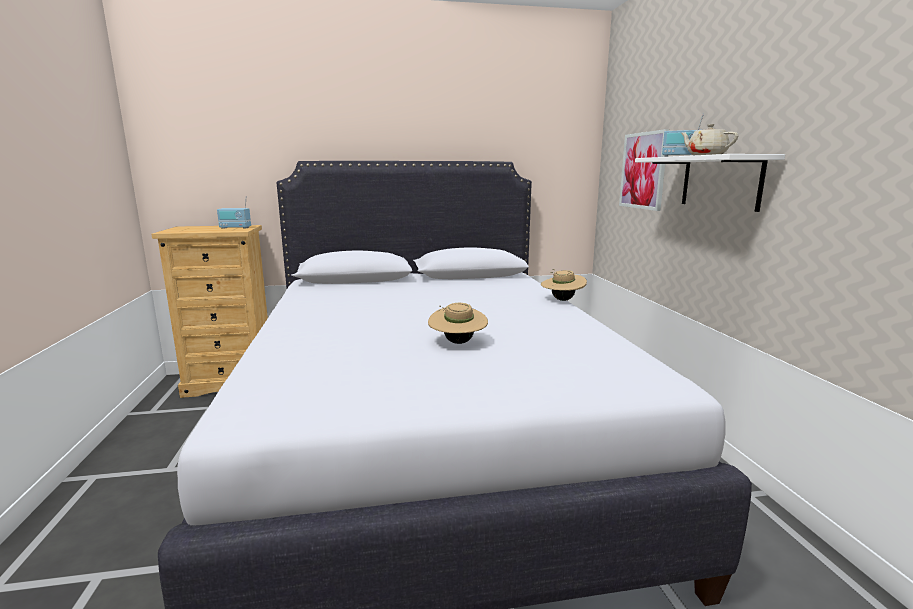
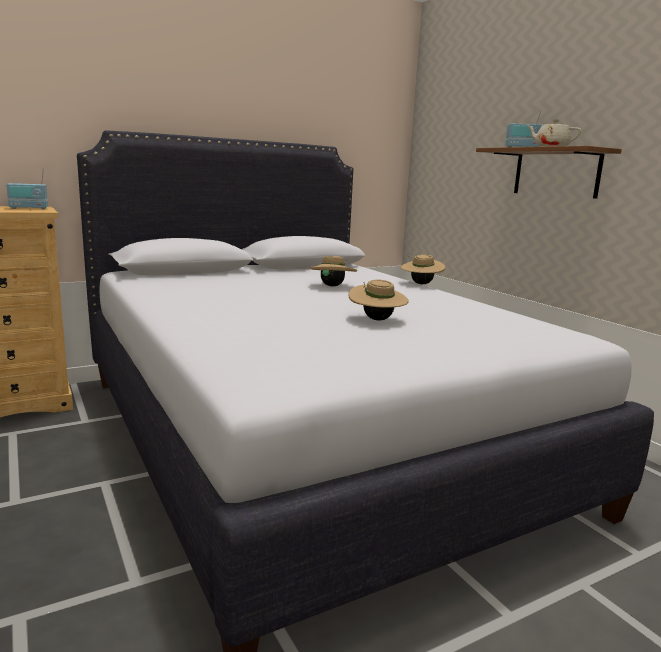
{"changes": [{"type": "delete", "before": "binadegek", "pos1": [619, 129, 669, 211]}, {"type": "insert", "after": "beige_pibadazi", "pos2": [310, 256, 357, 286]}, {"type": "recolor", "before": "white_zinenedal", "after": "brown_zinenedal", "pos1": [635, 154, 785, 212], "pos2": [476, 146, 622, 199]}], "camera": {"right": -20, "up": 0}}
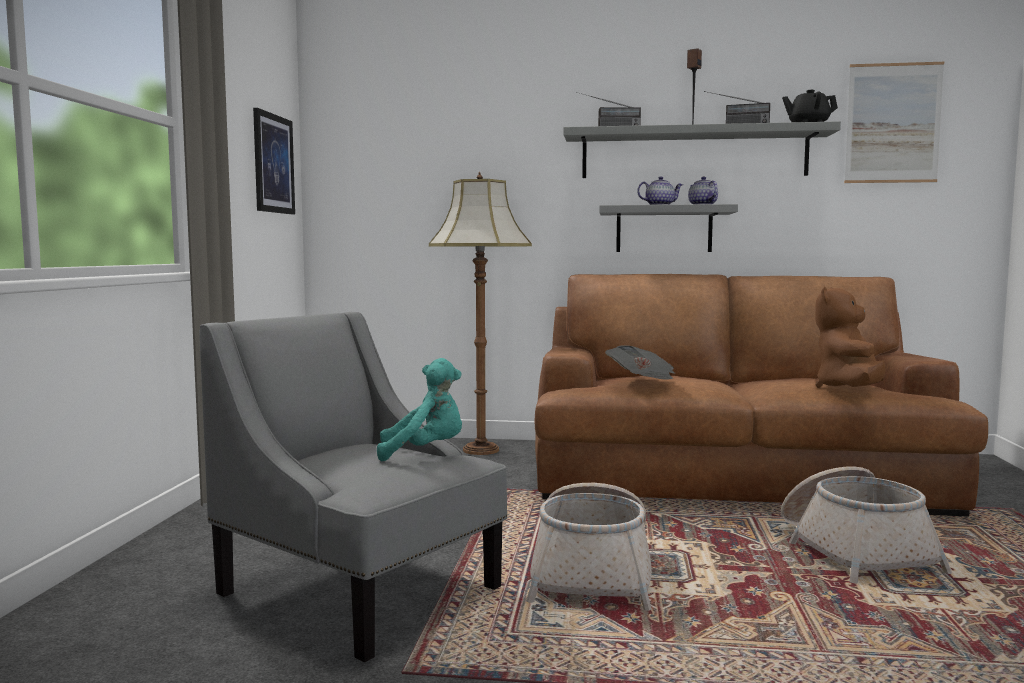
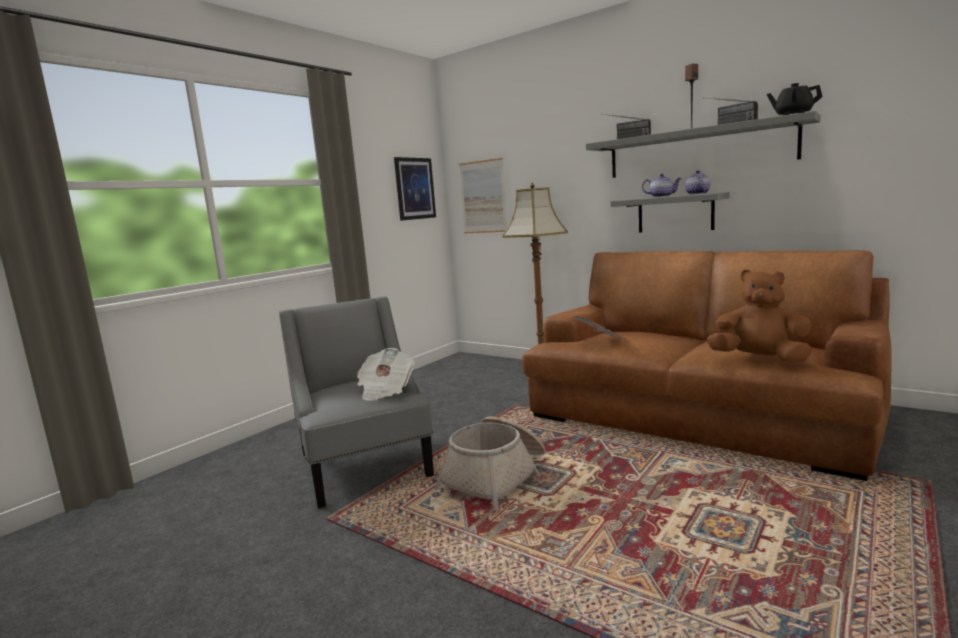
{"changes": [{"type": "delete", "before": "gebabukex", "pos1": [781, 467, 952, 584]}, {"type": "move", "before": "binadegek", "pos1": [844, 62, 944, 183], "pos2": [459, 158, 507, 234]}, {"type": "replace", "before": "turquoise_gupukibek", "after": "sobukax", "pos1": [377, 358, 462, 462], "pos2": [357, 348, 415, 401]}, {"type": "rotate", "before": "brown_gupukibek", "pos1": [815, 287, 886, 388], "pos2": [707, 269, 812, 363], "turn": 60}], "camera": {"right": 30, "up": 5}}
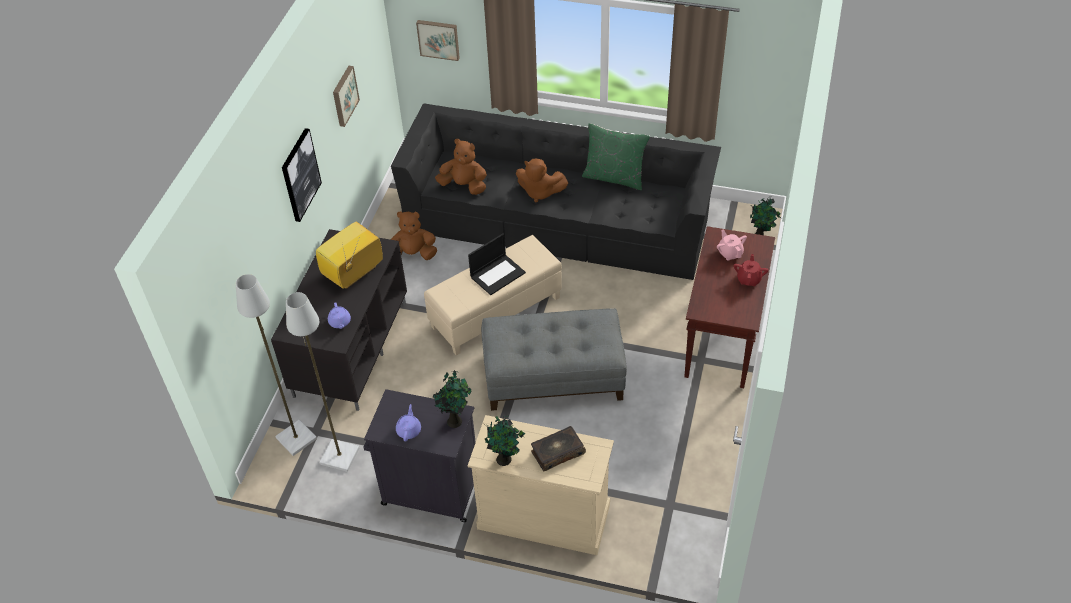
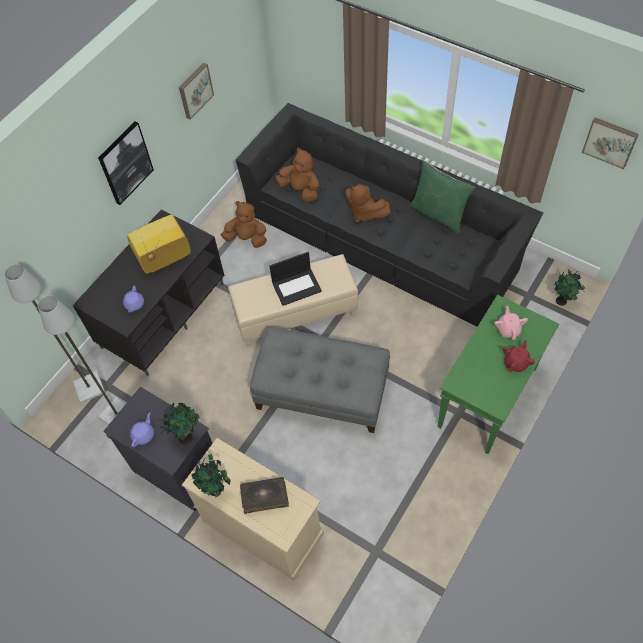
{"changes": [{"type": "move", "before": "binadegek", "pos1": [416, 20, 460, 61], "pos2": [582, 117, 639, 169]}, {"type": "recolor", "before": "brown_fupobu", "after": "green_fupobu", "pos1": [684, 226, 775, 388], "pos2": [438, 295, 559, 454]}], "camera": {"right": 20, "up": 10}}
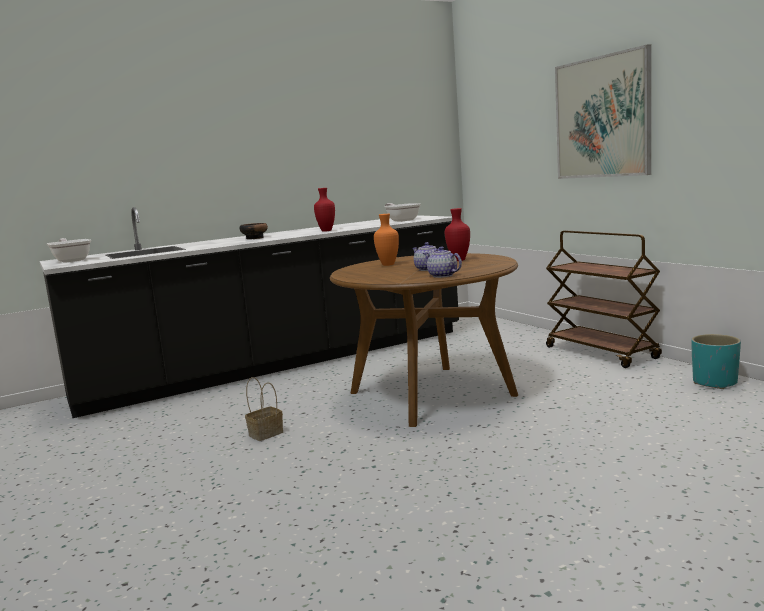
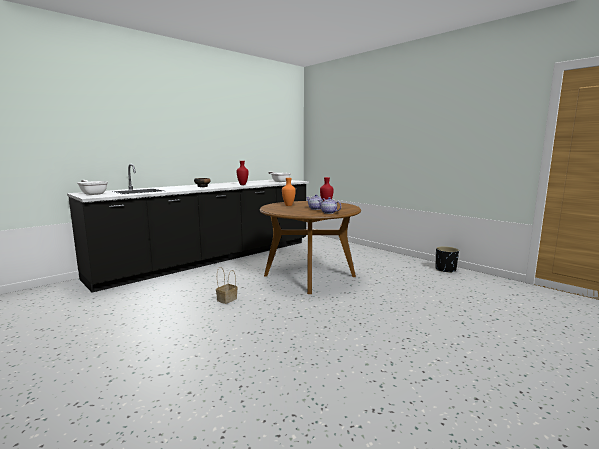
{"changes": [{"type": "delete", "before": "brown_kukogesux", "pos1": [546, 230, 662, 368]}, {"type": "delete", "before": "binadegek", "pos1": [555, 45, 651, 179]}, {"type": "recolor", "before": "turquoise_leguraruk", "after": "black_leguraruk", "pos1": [691, 334, 741, 389], "pos2": [435, 246, 459, 273]}], "camera": {"right": -15, "up": 0}}
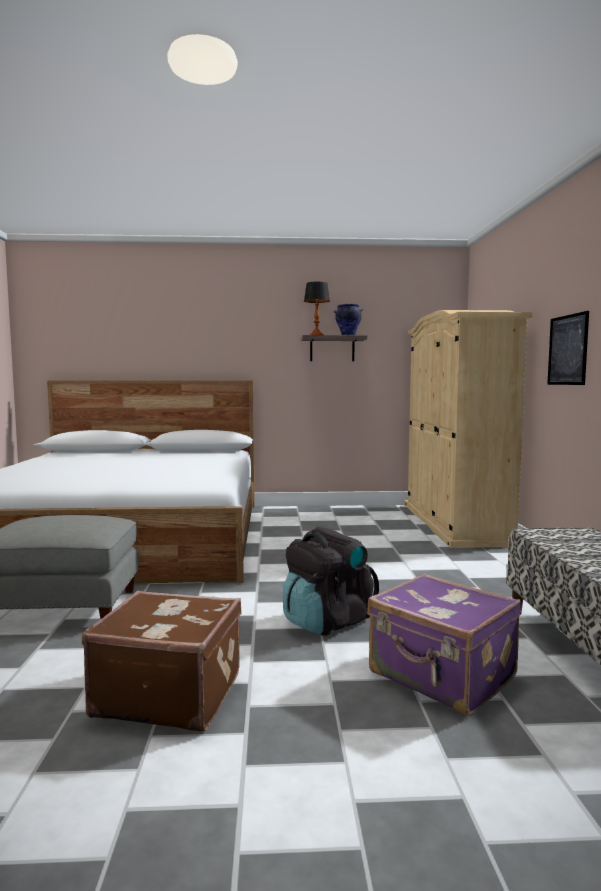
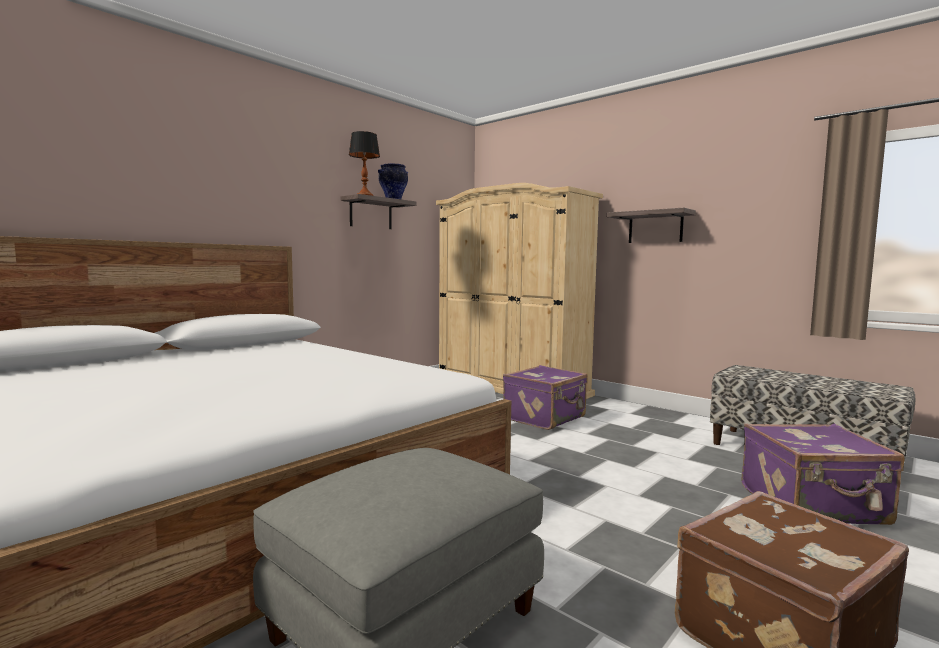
{"changes": [{"type": "delete", "before": "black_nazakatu", "pos1": [283, 527, 379, 636]}, {"type": "insert", "after": "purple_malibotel", "pos2": [503, 365, 588, 430]}, {"type": "replace", "before": "binadegek", "after": "zinenedal", "pos1": [547, 311, 589, 385], "pos2": [607, 208, 696, 243]}], "camera": {"right": -45, "up": 0}}
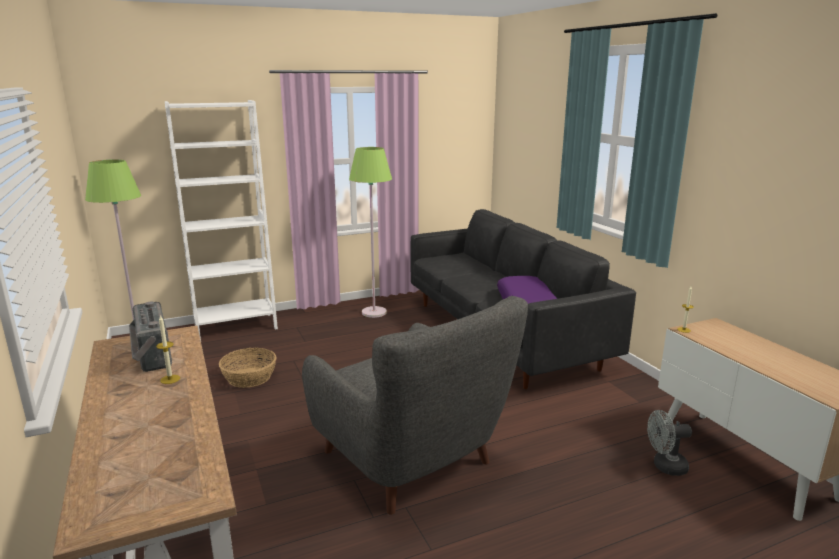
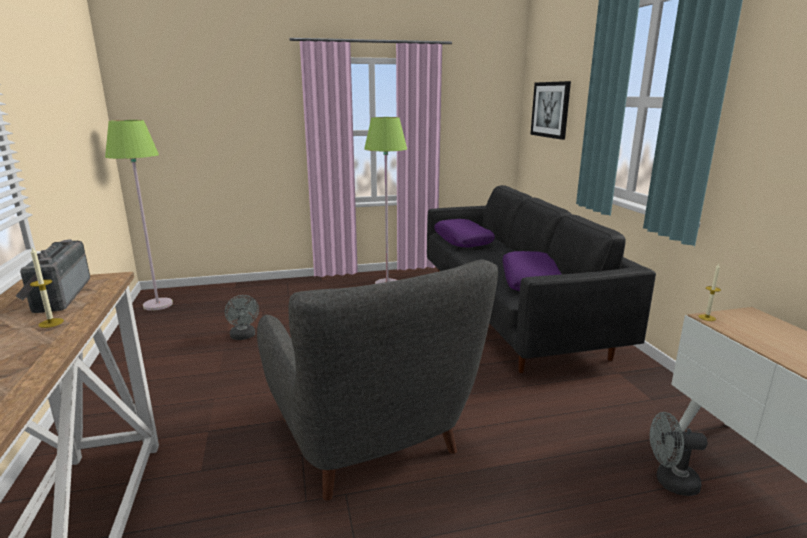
{"changes": [{"type": "delete", "before": "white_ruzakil", "pos1": [165, 100, 278, 340]}, {"type": "insert", "after": "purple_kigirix", "pos2": [434, 219, 495, 247]}, {"type": "insert", "after": "binadegek", "pos2": [530, 81, 571, 140]}, {"type": "replace", "before": "gebabukex", "after": "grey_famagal", "pos1": [219, 348, 276, 388], "pos2": [225, 295, 259, 340]}], "camera": {"right": 10, "up": 0}}
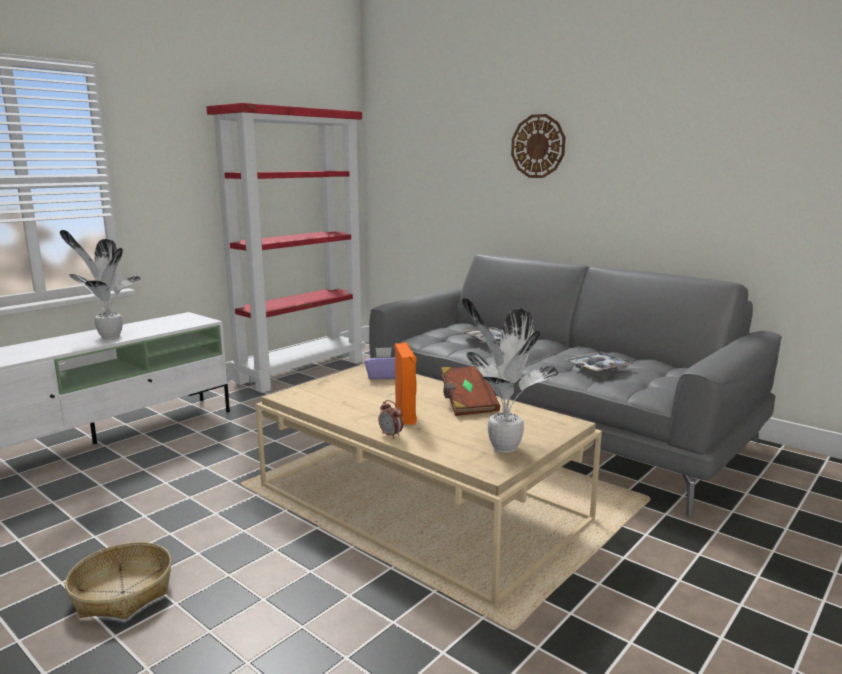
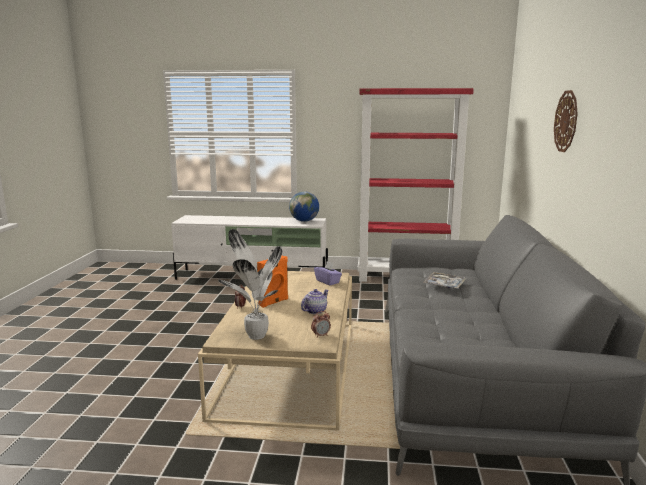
{"changes": [{"type": "delete", "before": "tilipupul", "pos1": [60, 230, 141, 339]}, {"type": "delete", "before": "gebabukex", "pos1": [65, 542, 172, 619]}, {"type": "delete", "before": "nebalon", "pos1": [565, 352, 634, 372]}, {"type": "insert", "after": "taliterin", "pos2": [289, 191, 319, 222]}, {"type": "insert", "after": "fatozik", "pos2": [311, 311, 331, 337]}, {"type": "replace", "before": "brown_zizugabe", "after": "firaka", "pos1": [441, 366, 500, 416], "pos2": [301, 289, 329, 314]}], "camera": {"right": 55, "up": 0}}
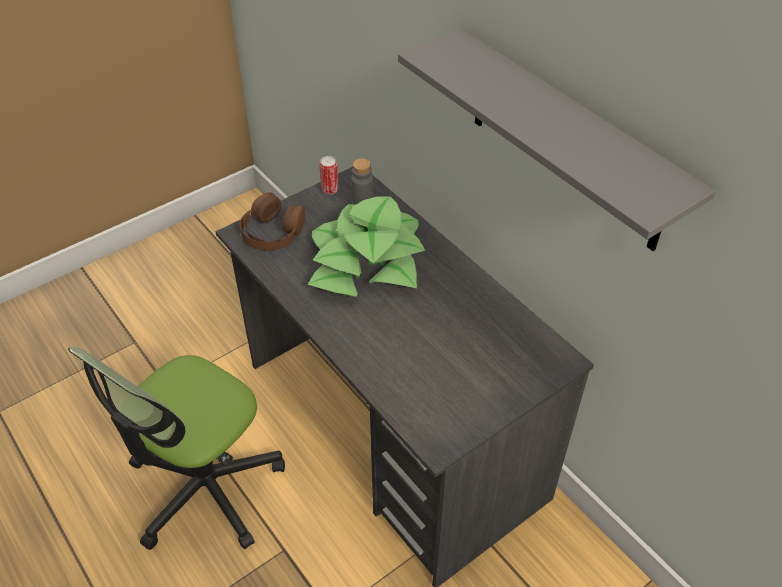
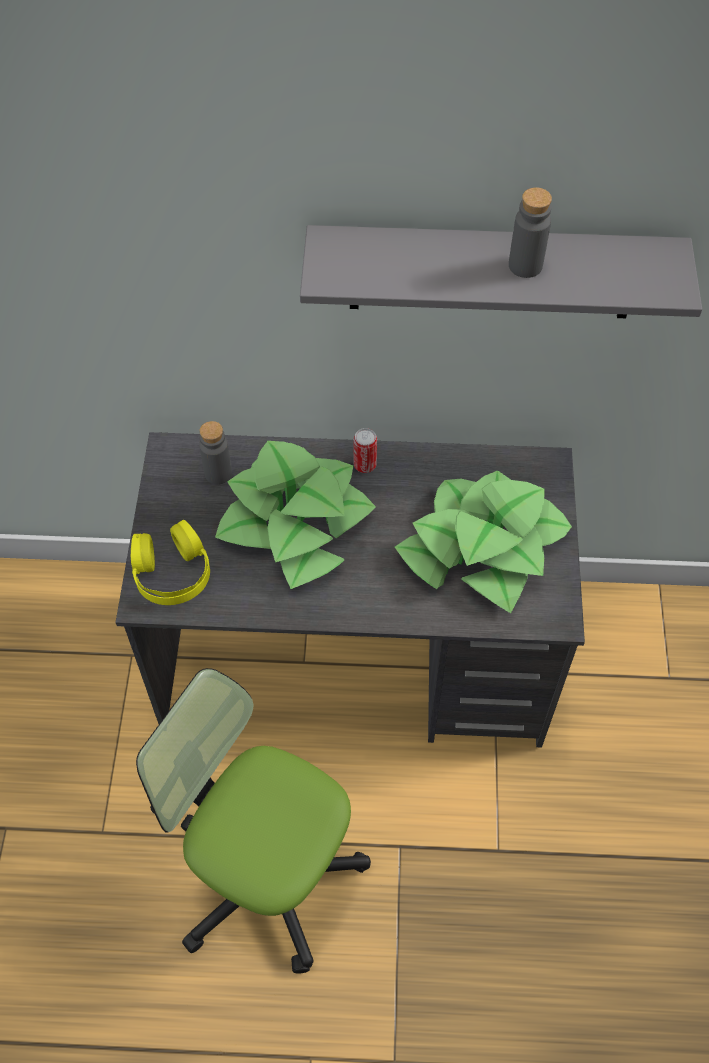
{"changes": [{"type": "insert", "after": "tilipupul", "pos2": [395, 471, 572, 613]}, {"type": "insert", "after": "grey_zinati", "pos2": [509, 187, 552, 278]}, {"type": "move", "before": "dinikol", "pos1": [319, 156, 339, 194], "pos2": [354, 428, 377, 473]}, {"type": "recolor", "before": "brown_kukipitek", "after": "yellow_kukipitek", "pos1": [240, 192, 305, 251], "pos2": [131, 520, 210, 605]}, {"type": "rotate", "before": "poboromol", "pos1": [68, 346, 285, 550], "pos2": [136, 668, 371, 974], "turn": 135}], "camera": {"right": -50, "up": 10}}
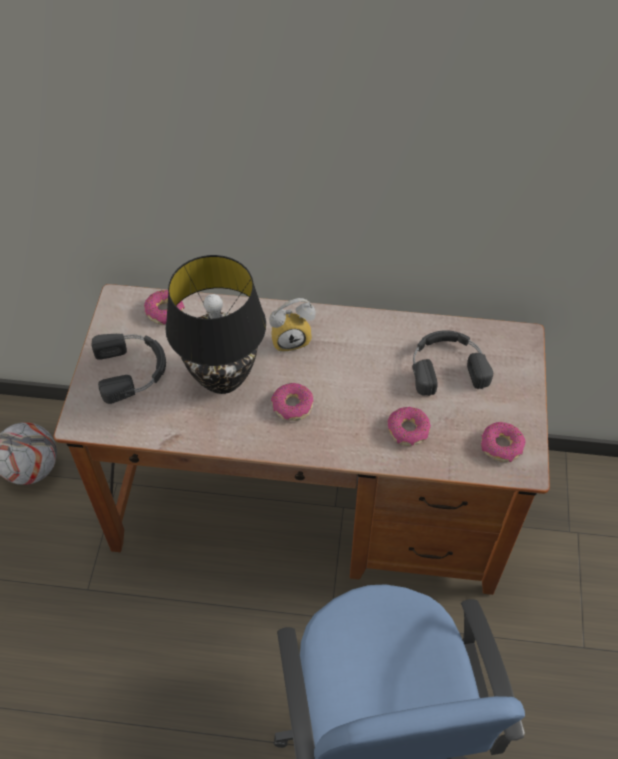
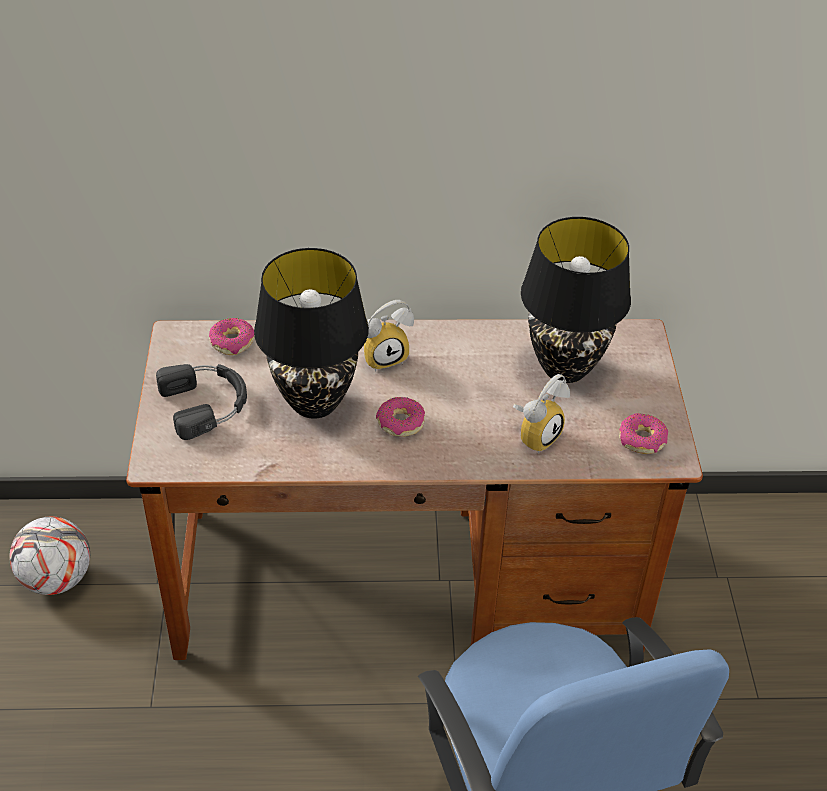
{"changes": [{"type": "replace", "before": "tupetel", "after": "fatozik", "pos1": [387, 407, 431, 446], "pos2": [513, 374, 570, 453]}, {"type": "replace", "before": "black_kukipitek", "after": "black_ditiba", "pos1": [413, 330, 493, 396], "pos2": [521, 217, 631, 383]}], "camera": {"right": -10, "up": -10}}
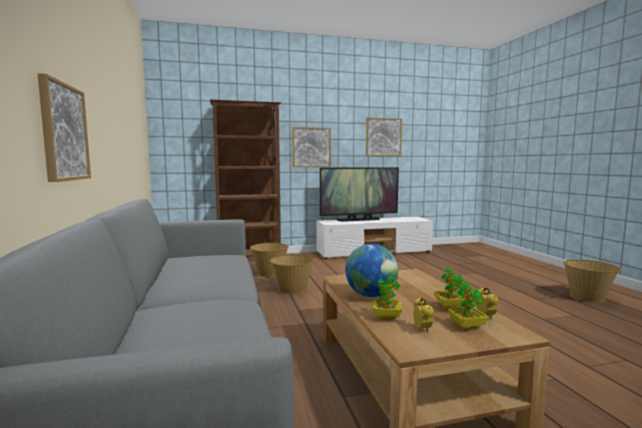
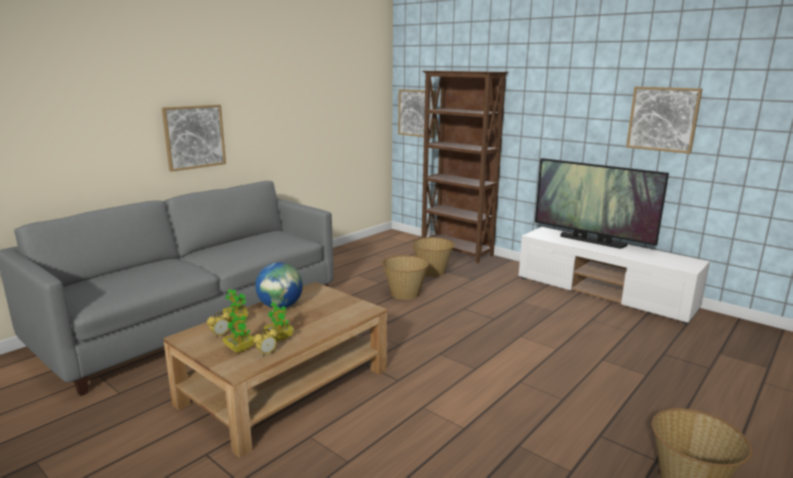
{"changes": [{"type": "move", "before": "binadegek", "pos1": [292, 127, 331, 167], "pos2": [398, 89, 436, 138]}], "camera": {"right": 55, "up": 10}}
